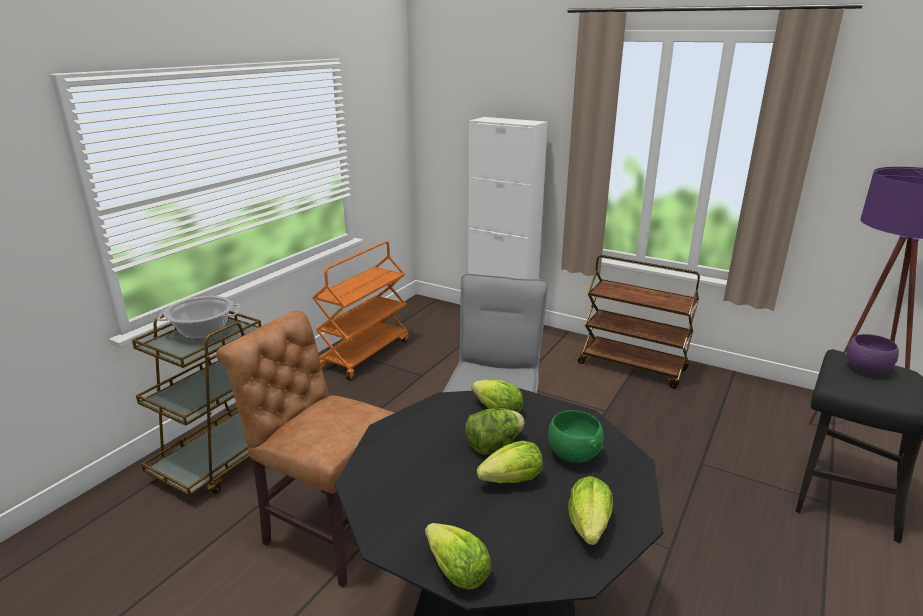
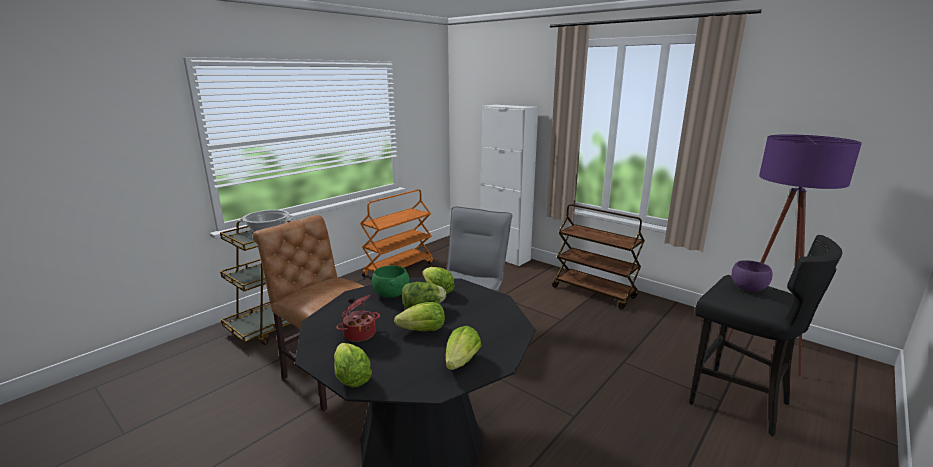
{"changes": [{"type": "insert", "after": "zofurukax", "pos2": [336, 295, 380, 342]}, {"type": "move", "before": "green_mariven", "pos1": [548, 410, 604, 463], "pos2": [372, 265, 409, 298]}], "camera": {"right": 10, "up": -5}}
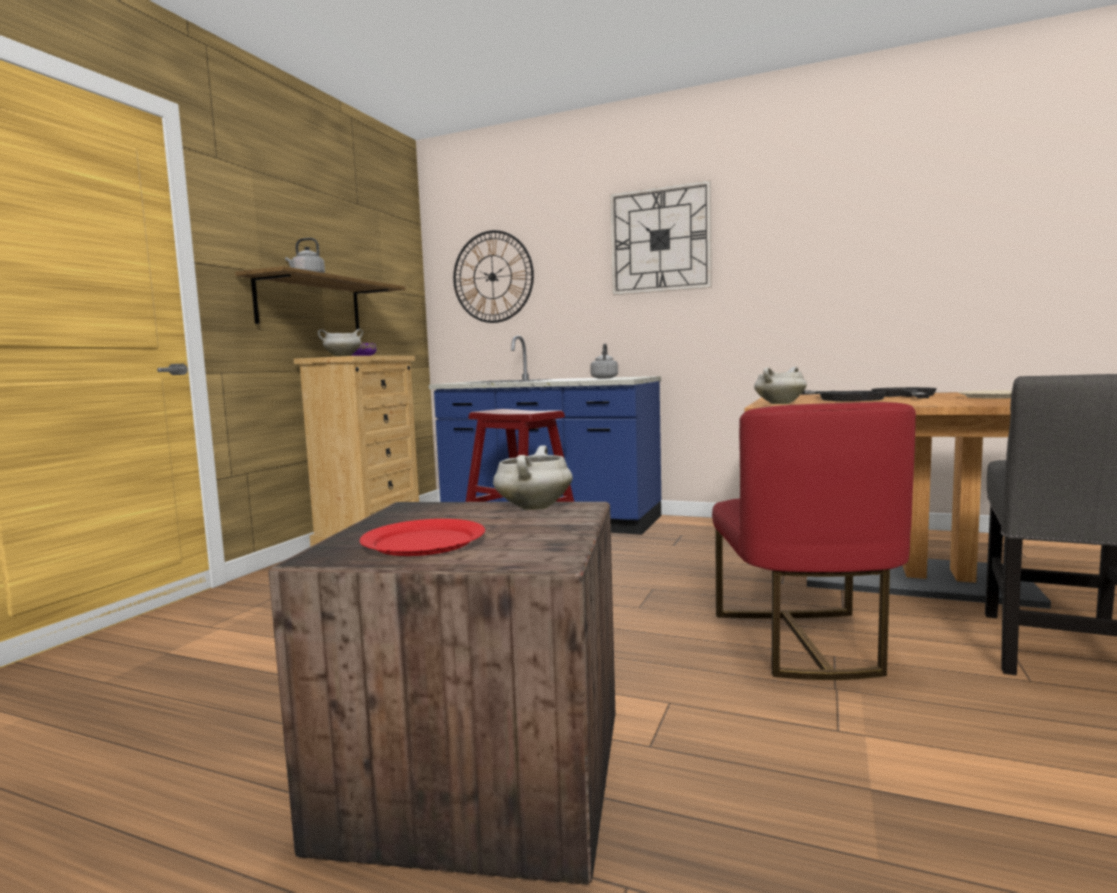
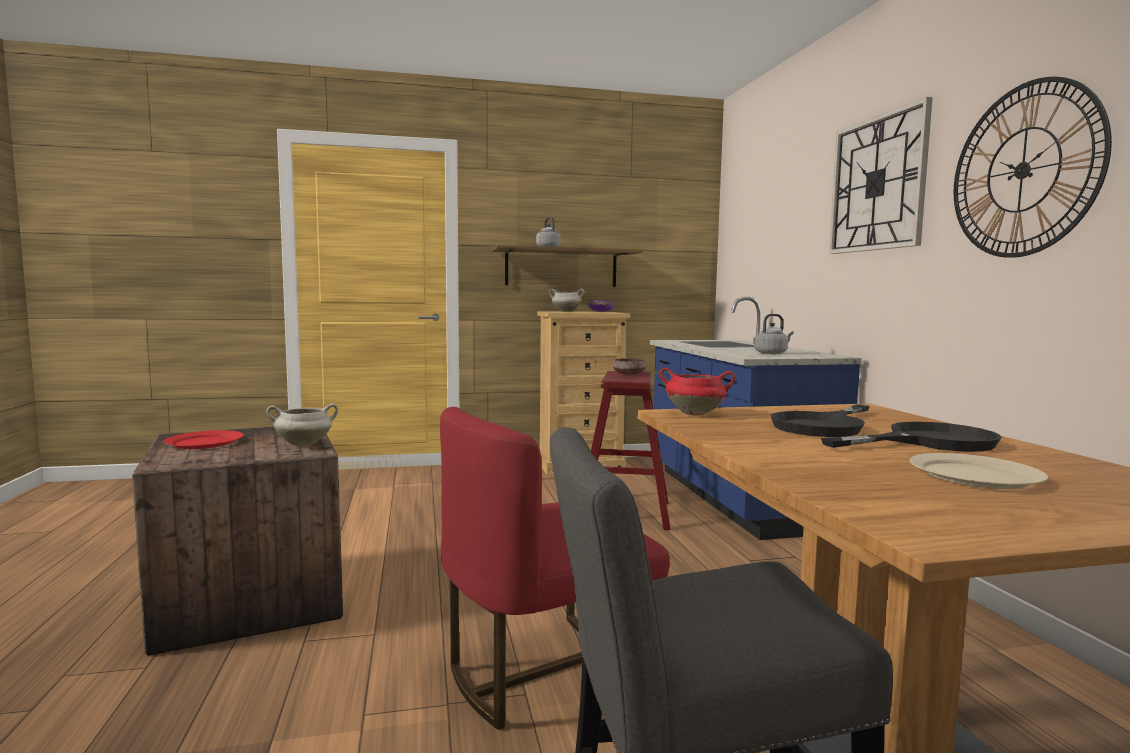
{"changes": [{"type": "insert", "after": "brown_mariven", "pos2": [613, 358, 646, 375]}, {"type": "move", "before": "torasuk", "pos1": [453, 230, 534, 323], "pos2": [954, 77, 1112, 258]}, {"type": "recolor", "before": "white_zofurukax", "after": "red_zofurukax", "pos1": [754, 367, 807, 404], "pos2": [659, 367, 735, 416]}], "camera": {"right": 55, "up": 0}}
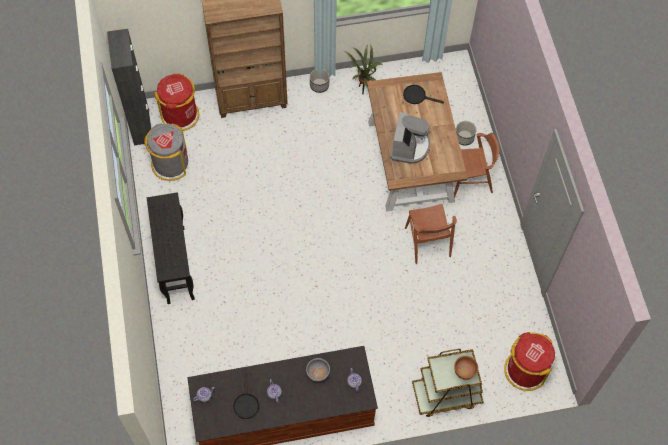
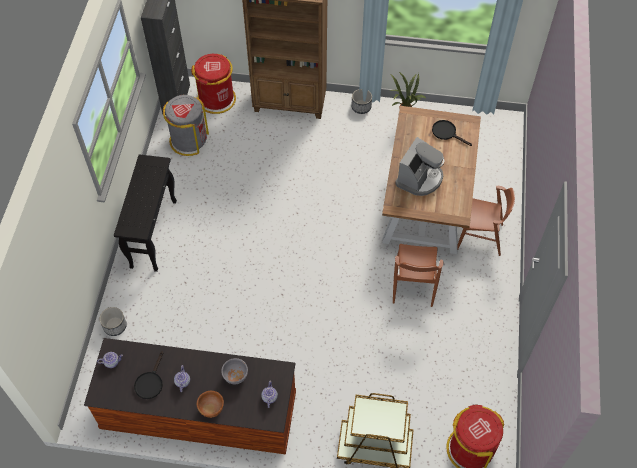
{"changes": [{"type": "move", "before": "brown_mariven", "pos1": [454, 356, 478, 380], "pos2": [197, 391, 224, 418]}, {"type": "move", "before": "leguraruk", "pos1": [456, 121, 476, 146], "pos2": [100, 307, 127, 336]}], "camera": {"right": 20, "up": -5}}
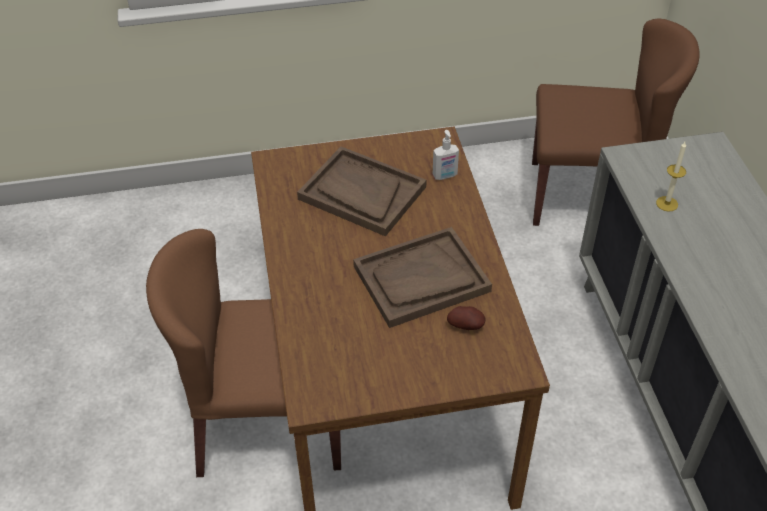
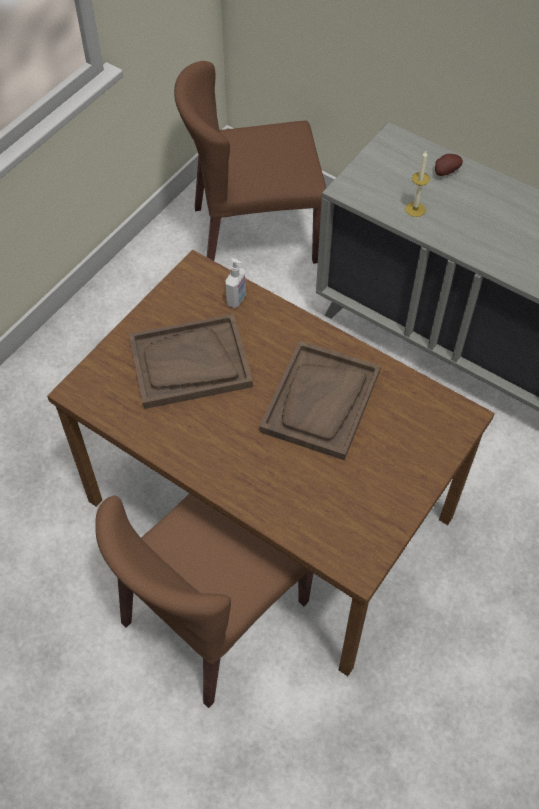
{"changes": [{"type": "move", "before": "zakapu", "pos1": [447, 306, 485, 330], "pos2": [435, 154, 463, 176]}, {"type": "rotate", "before": "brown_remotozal", "pos1": [532, 19, 700, 226], "pos2": [174, 61, 326, 264], "turn": -150}], "camera": {"right": -45, "up": 10}}
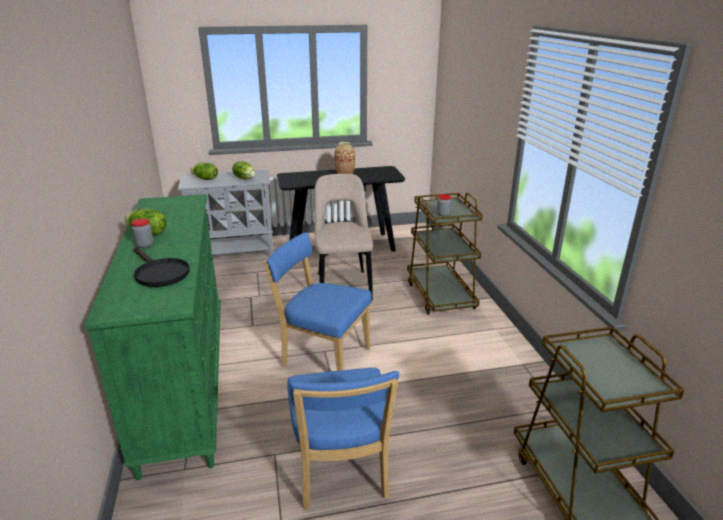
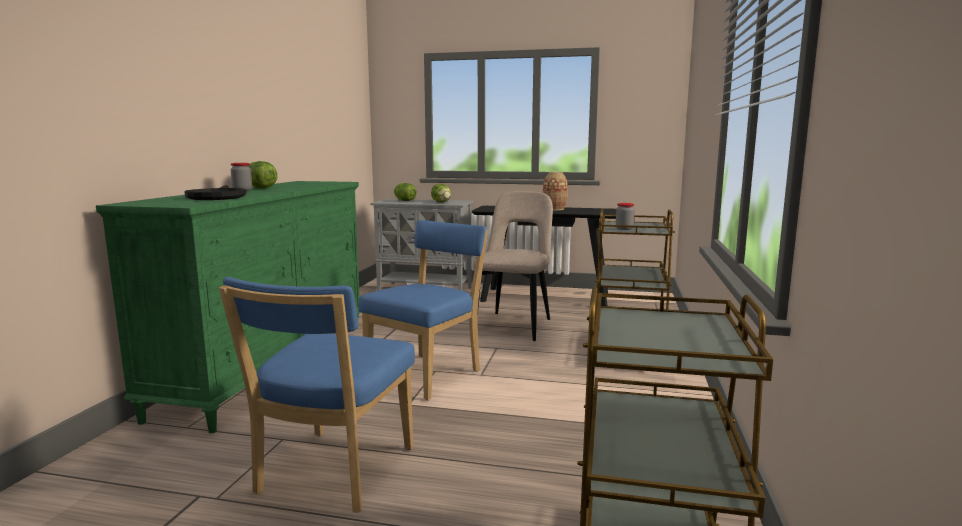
{"changes": [{"type": "rotate", "before": "blue_remotozal", "pos1": [264, 232, 372, 371], "pos2": [358, 220, 488, 400], "turn": 75}], "camera": {"right": 25, "up": -15}}
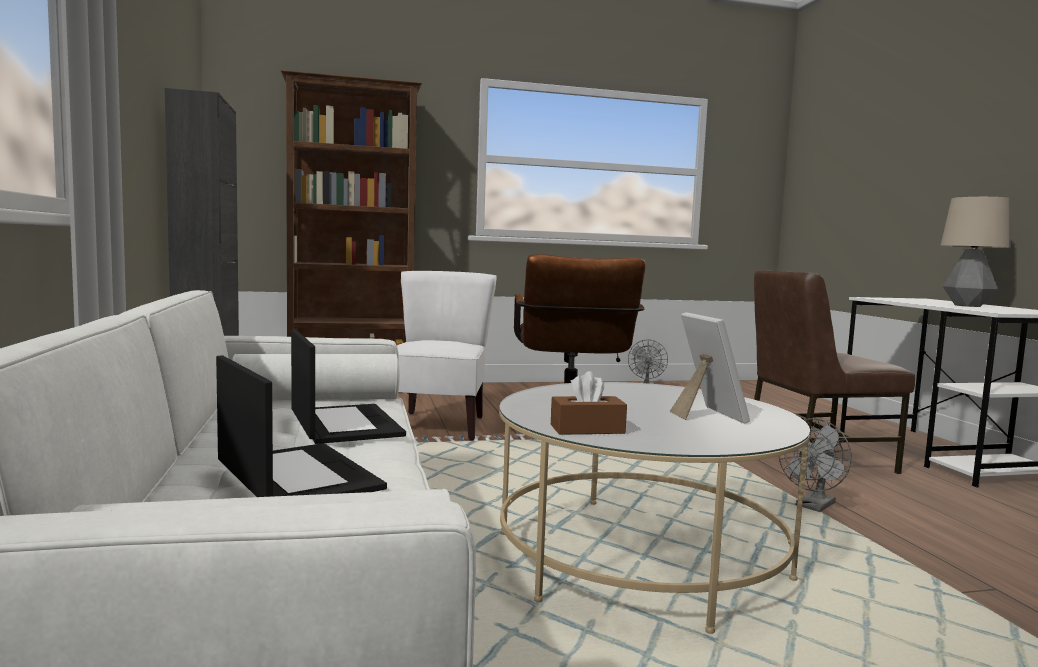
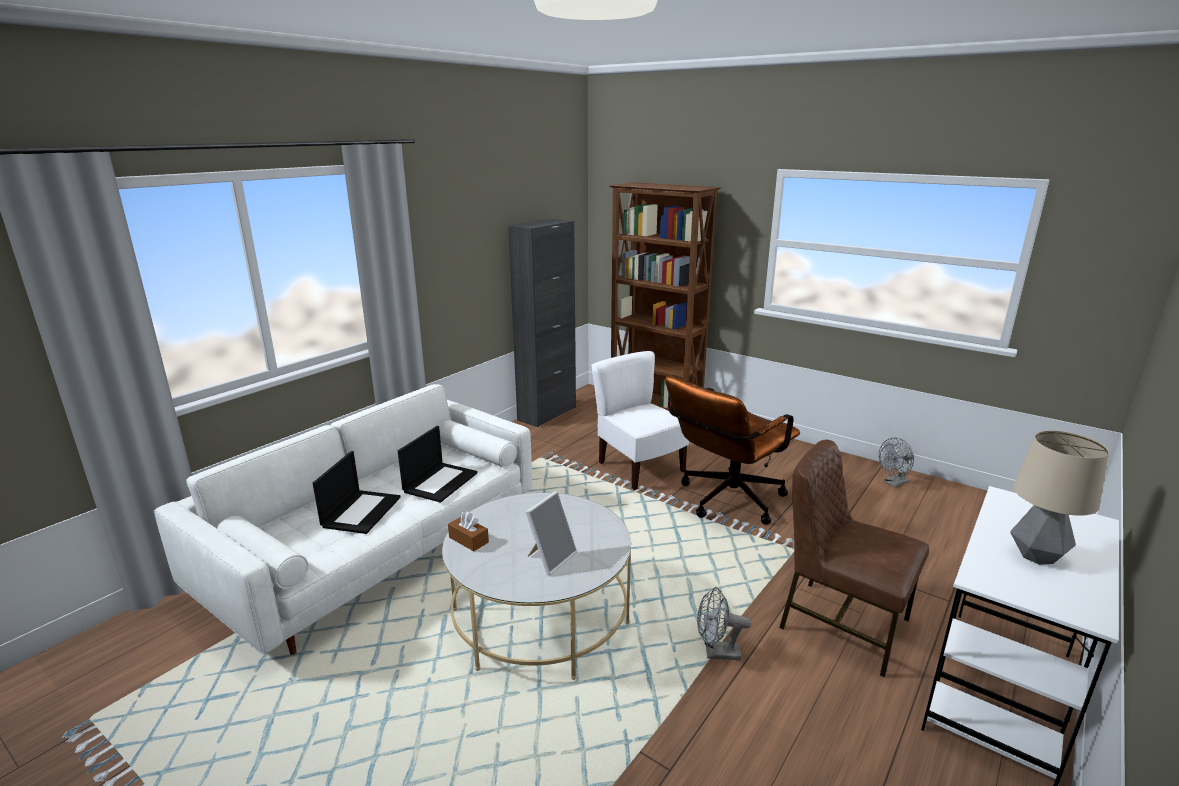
{"changes": [{"type": "rotate", "before": "white_remotozal", "pos1": [397, 271, 497, 440], "pos2": [592, 351, 689, 490], "turn": -90}], "camera": {"right": 50, "up": 15}}
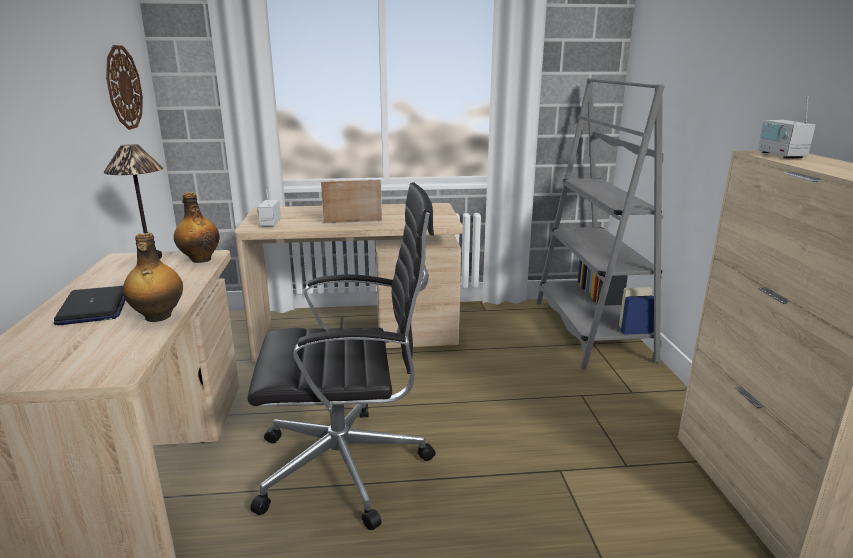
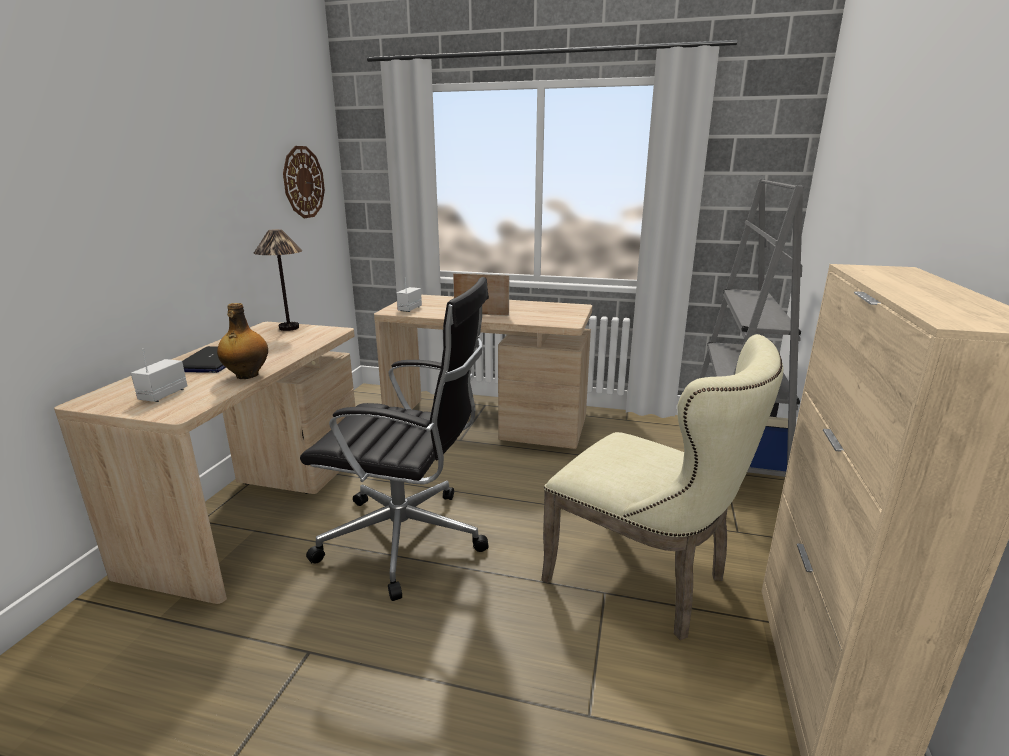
{"changes": [{"type": "delete", "before": "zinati", "pos1": [174, 192, 220, 263]}, {"type": "insert", "after": "beige_remotozal", "pos2": [541, 334, 783, 640]}, {"type": "move", "before": "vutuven", "pos1": [758, 96, 815, 158], "pos2": [131, 348, 187, 402]}], "camera": {"right": 20, "up": 0}}
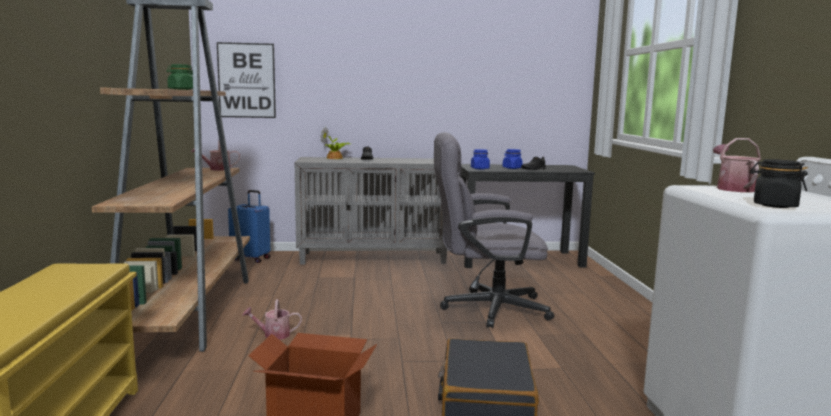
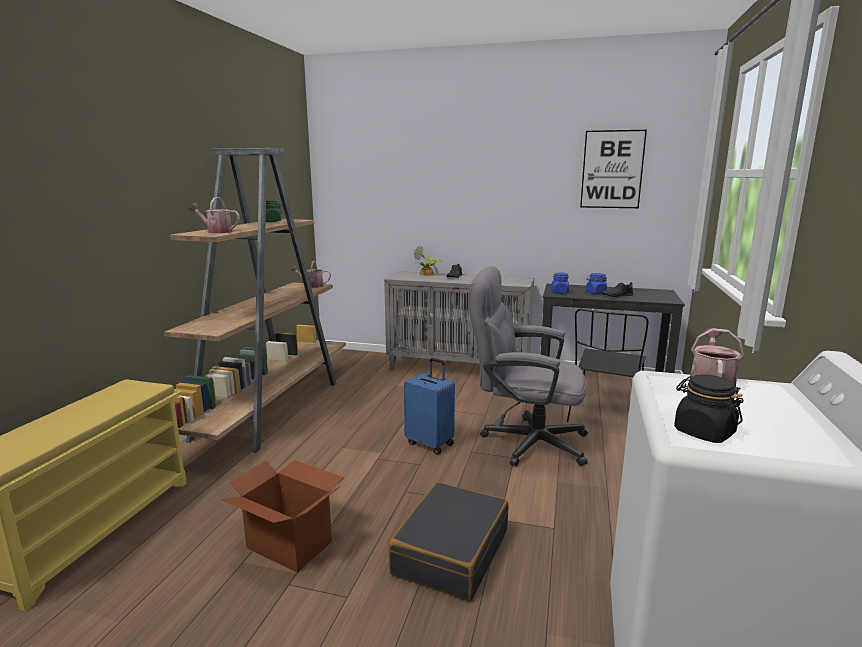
{"changes": [{"type": "insert", "after": "black_remotozal", "pos2": [567, 309, 649, 422]}, {"type": "move", "before": "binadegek", "pos1": [217, 42, 276, 118], "pos2": [580, 130, 647, 208]}, {"type": "move", "before": "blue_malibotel", "pos1": [228, 190, 270, 263], "pos2": [404, 358, 455, 455]}, {"type": "move", "before": "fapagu", "pos1": [243, 299, 302, 340], "pos2": [189, 197, 240, 233]}], "camera": {"right": 20, "up": 5}}
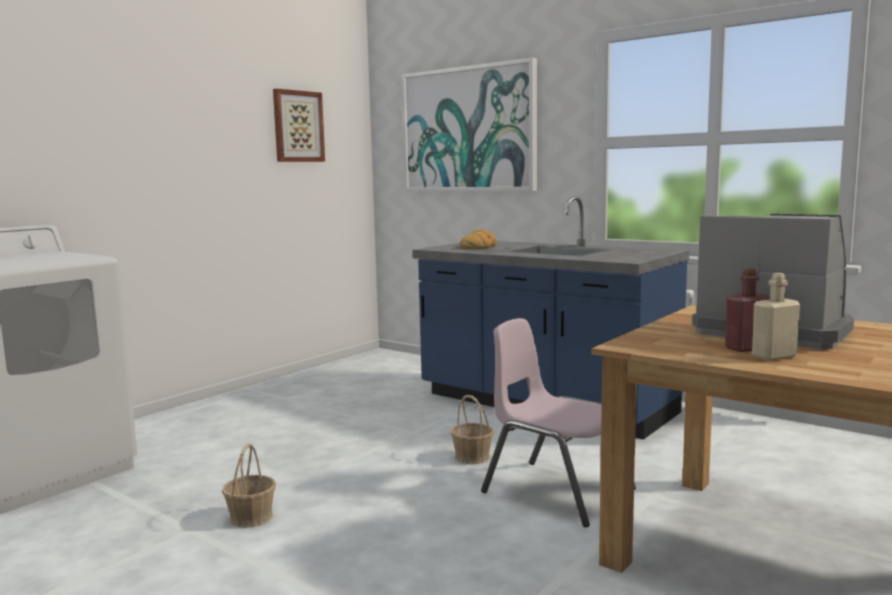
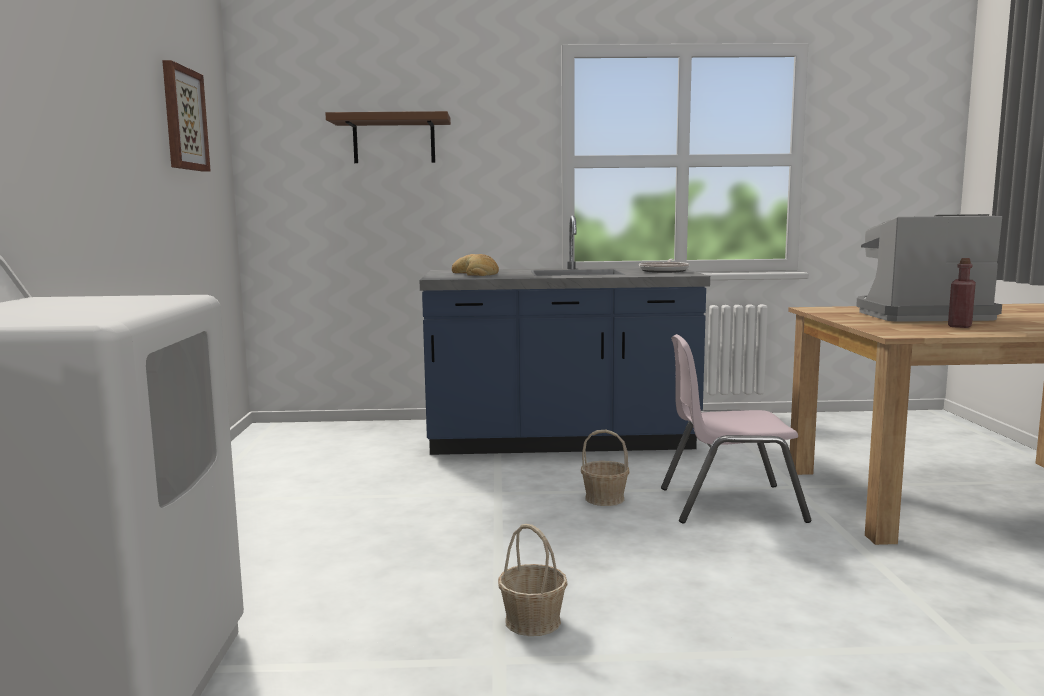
{"changes": [{"type": "delete", "before": "beige_zinati", "pos1": [752, 273, 800, 361]}, {"type": "insert", "after": "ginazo", "pos2": [639, 259, 689, 273]}, {"type": "replace", "before": "binadegek", "after": "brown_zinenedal", "pos1": [401, 57, 537, 191], "pos2": [325, 111, 451, 163]}], "camera": {"right": -40, "up": 0}}
